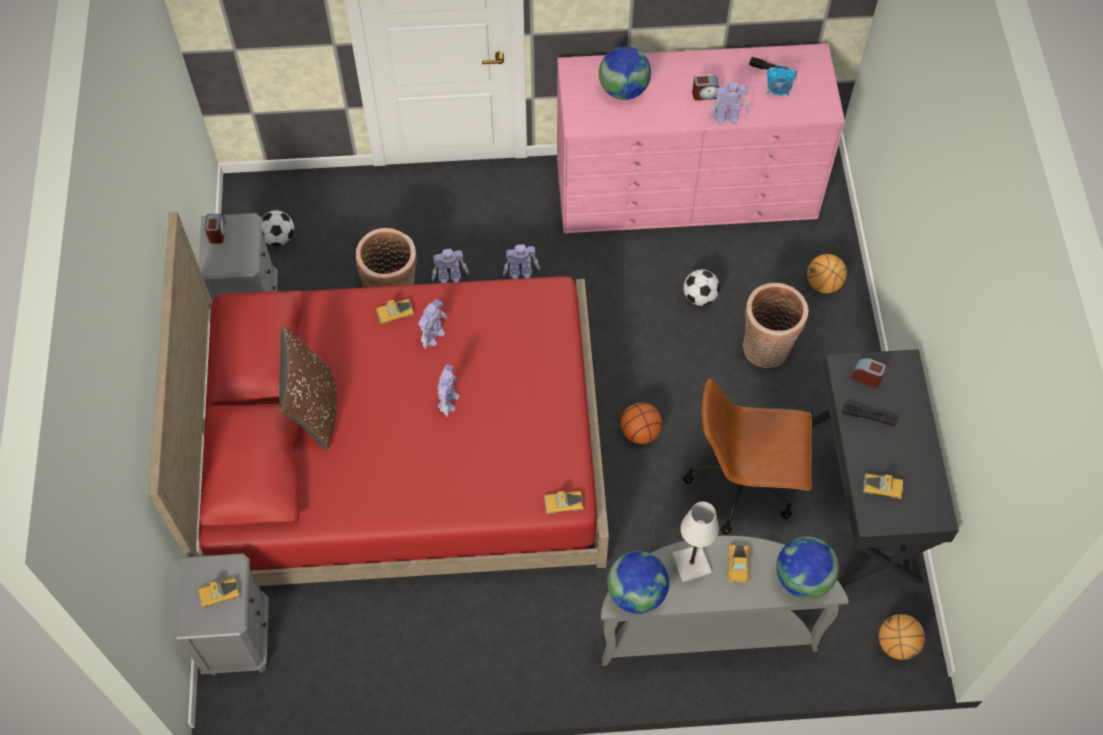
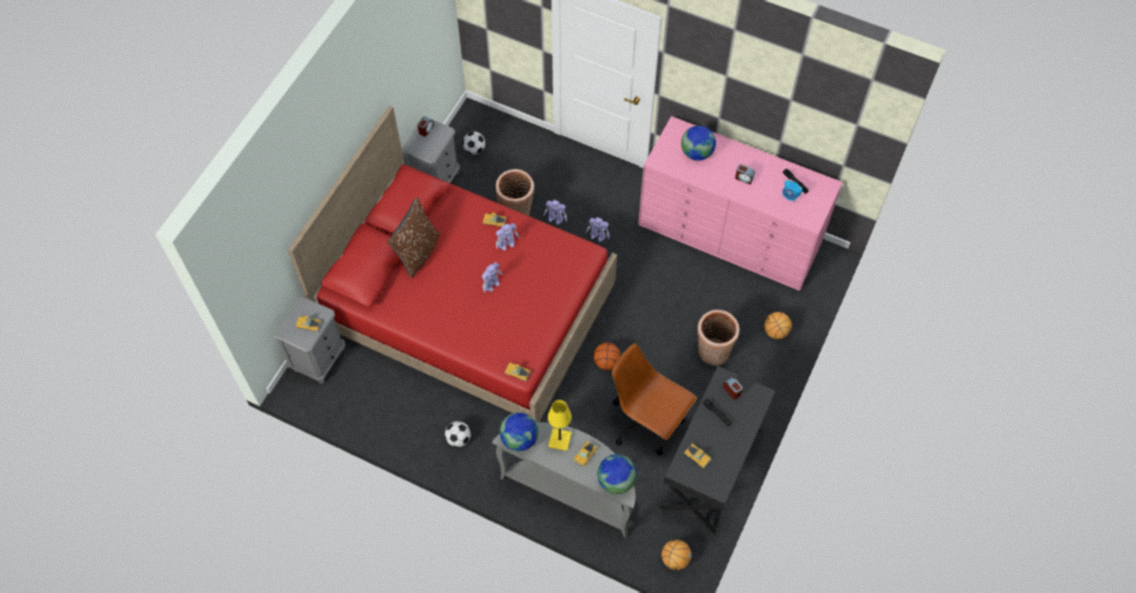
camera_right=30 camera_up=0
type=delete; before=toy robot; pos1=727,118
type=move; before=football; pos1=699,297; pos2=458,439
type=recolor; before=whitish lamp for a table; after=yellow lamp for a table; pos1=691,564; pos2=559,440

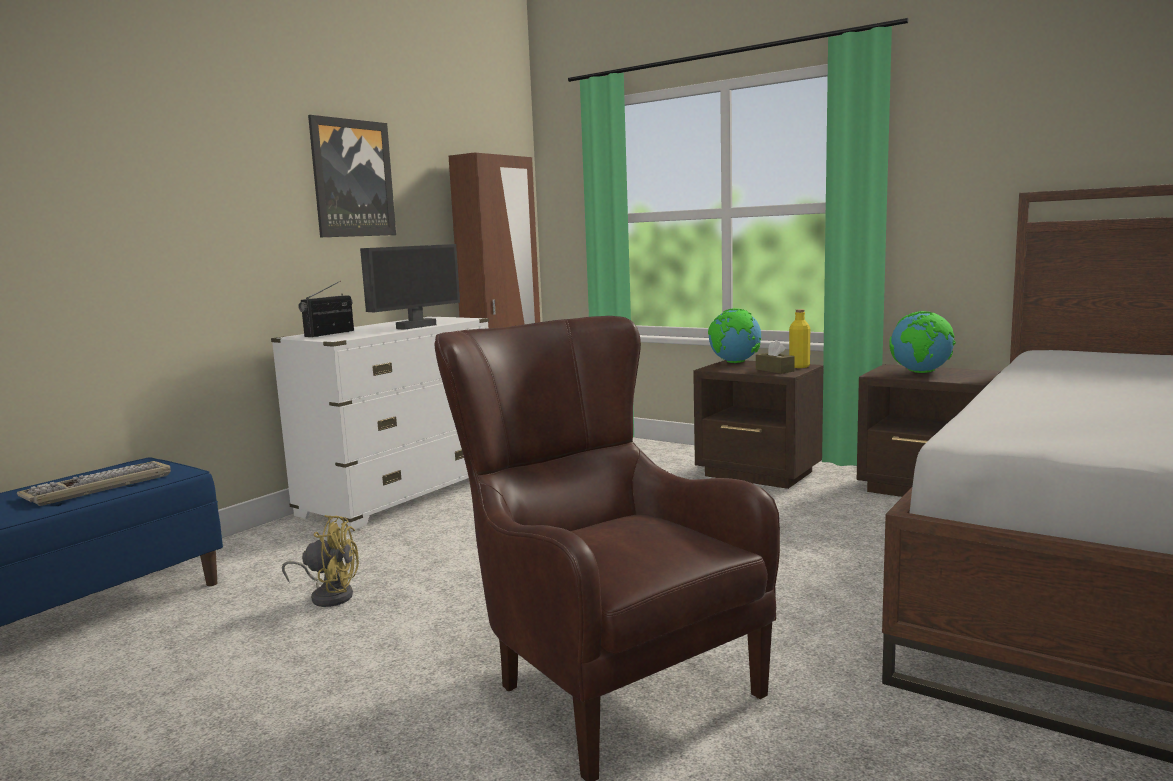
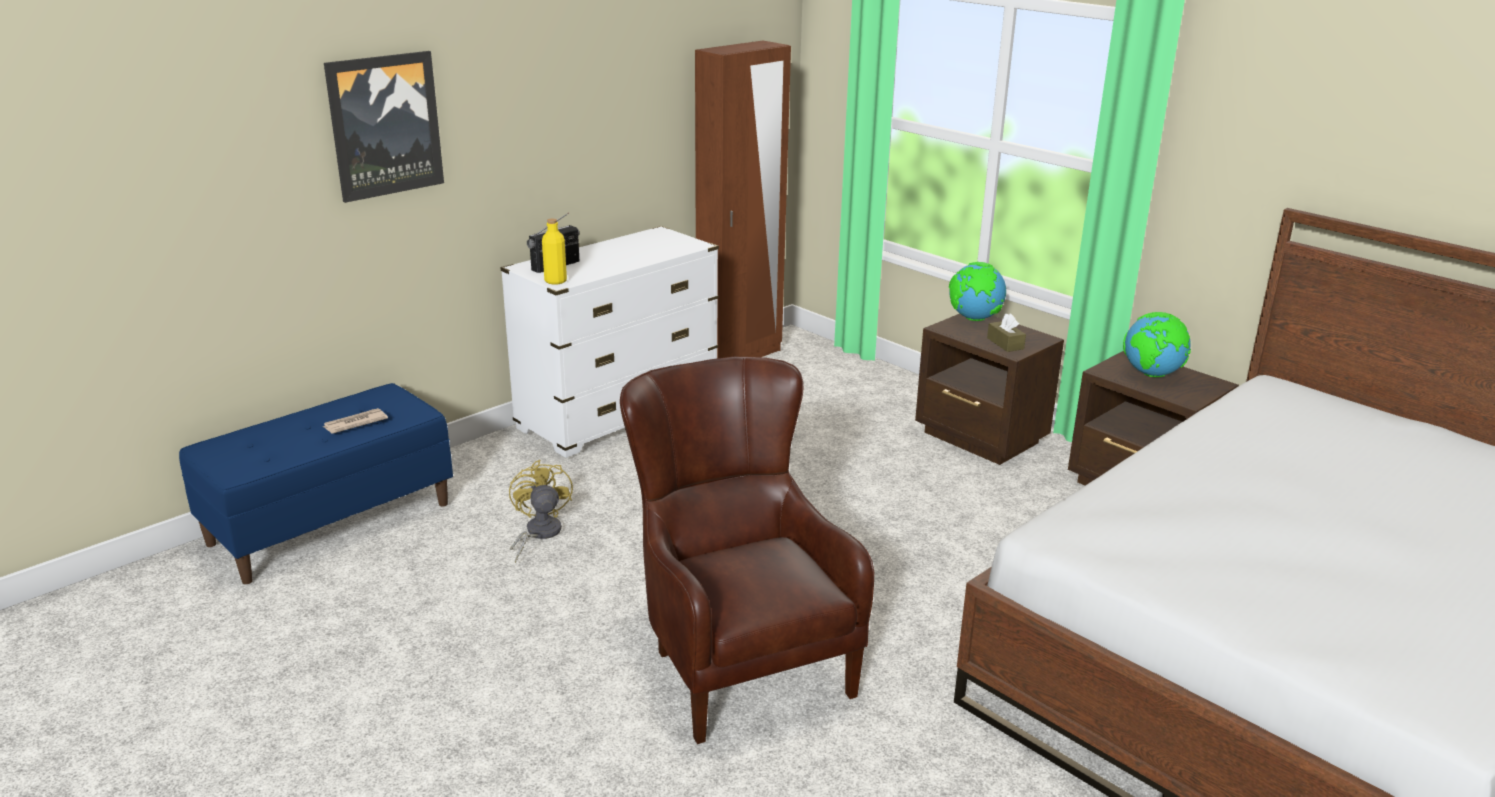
camera_right=10 camera_up=15
type=move; before=wall art; pos1=352,178; pos2=385,125
type=delete; before=monitor; pos1=415,326
type=move; before=yellow beverage bottle; pos1=799,366; pos2=555,281
type=replace; before=keyboard; after=daily paper; pos1=98,487; pos2=354,423
type=rotate; before=yellow cooling fan; pos1=329,595; pos2=538,534; turn=-120

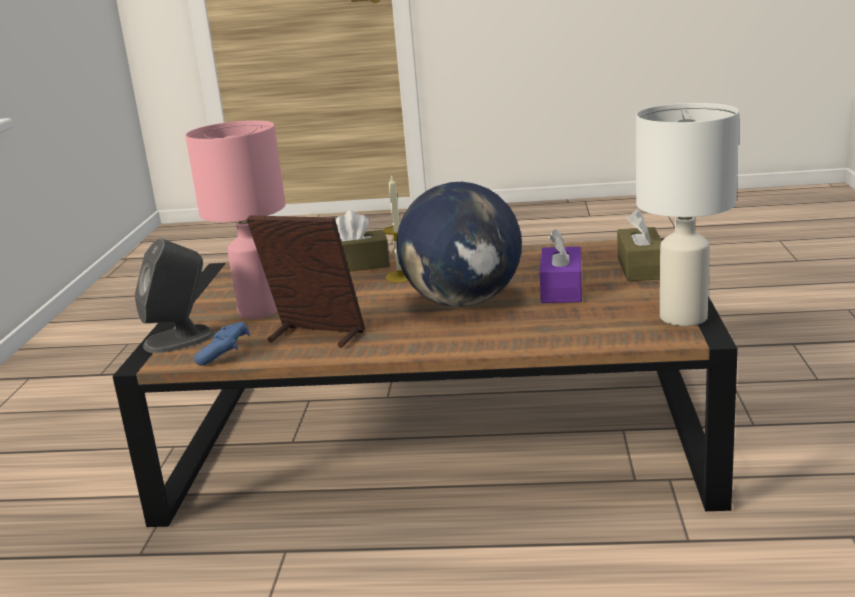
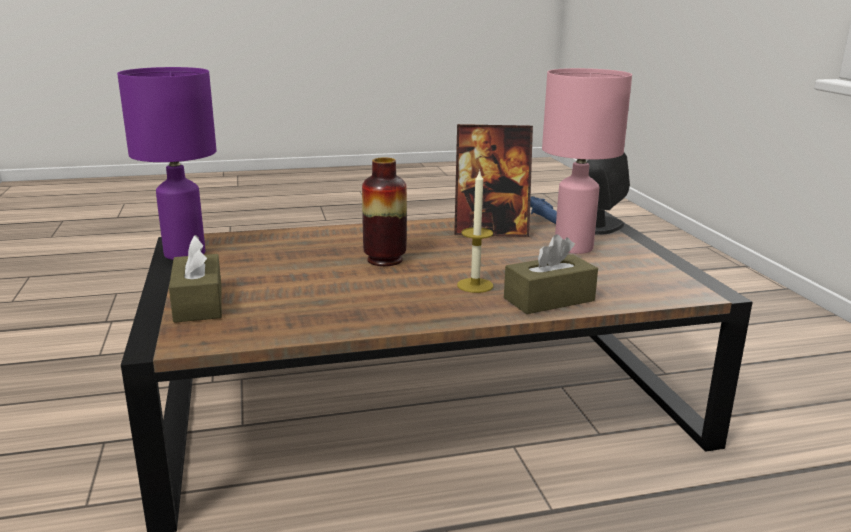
camera_right=160 camera_up=0
type=recolor; before=whitish lamp for a table; after=purplish lamp for a table; pos1=684,316; pos2=183,254
type=replace; before=desk globe; after=vase; pos1=464,302; pos2=385,260
type=delete; before=purplish tissue holder; pos1=561,289

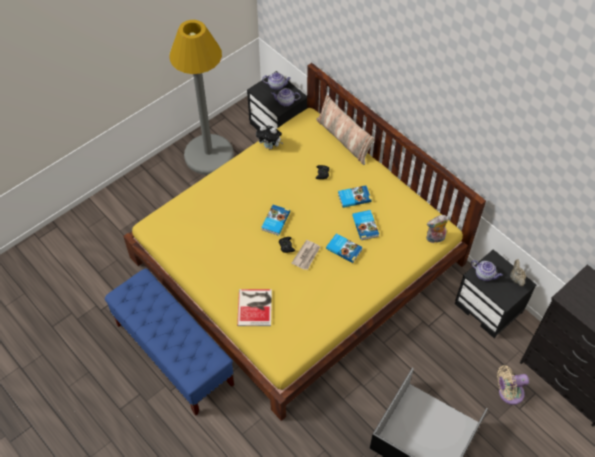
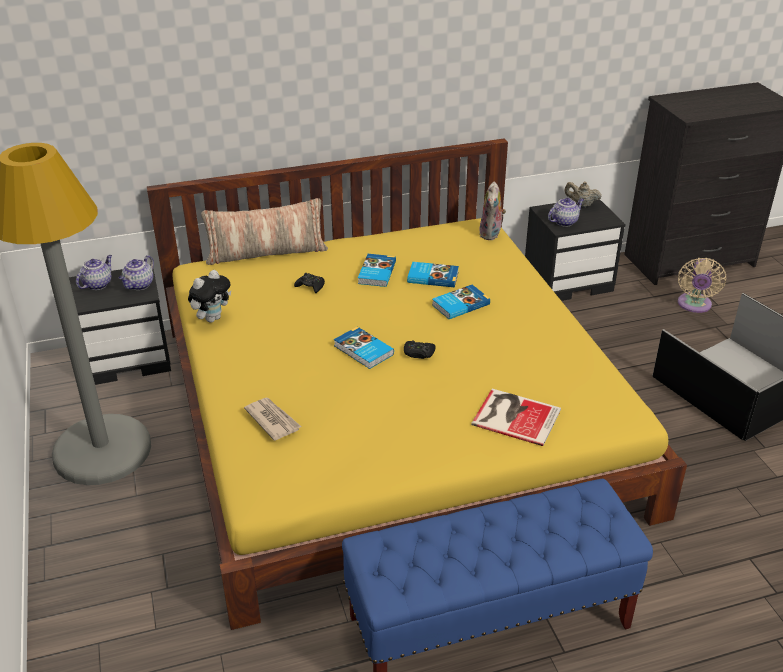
camera_right=-65 camera_up=-20
type=move; before=daily paper; pos1=306,256; pos2=272,420

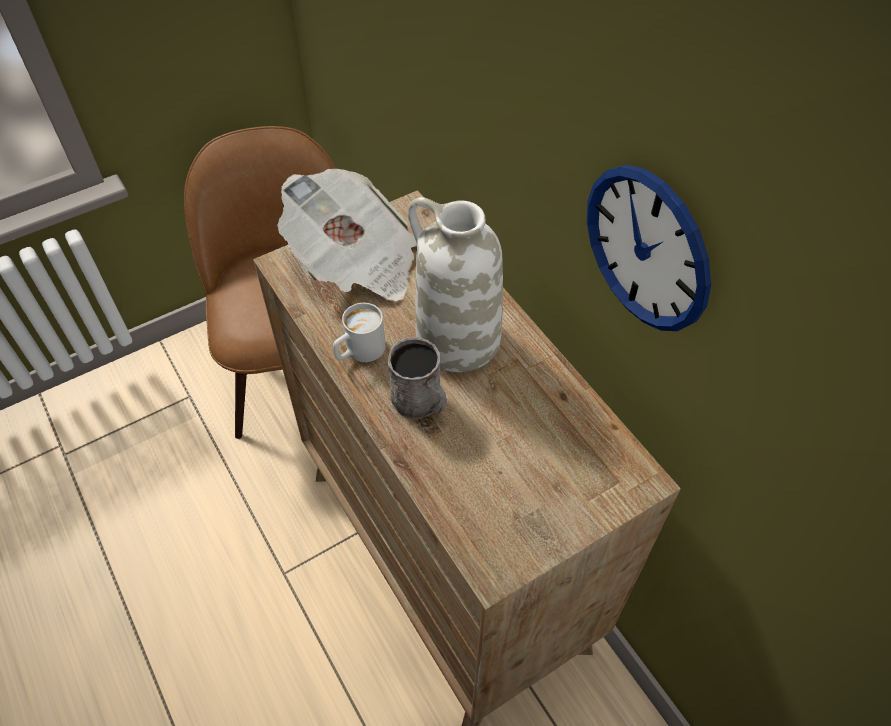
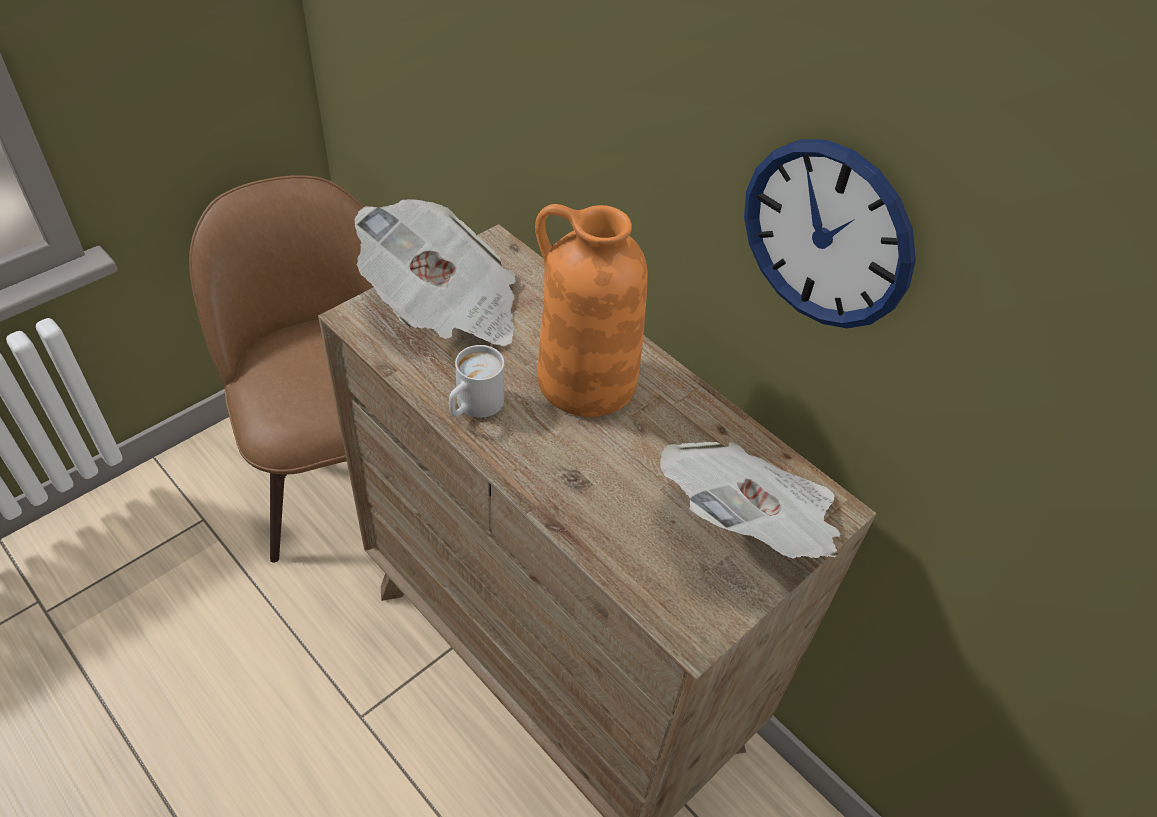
camera_right=-15 camera_up=-5
type=recolor; before=whitish vase; after=orange vase; pos1=456,339; pos2=585,381
type=delete; before=grey coffee mug; pos1=421,402
type=insert; after=daily paper; pos2=749,524

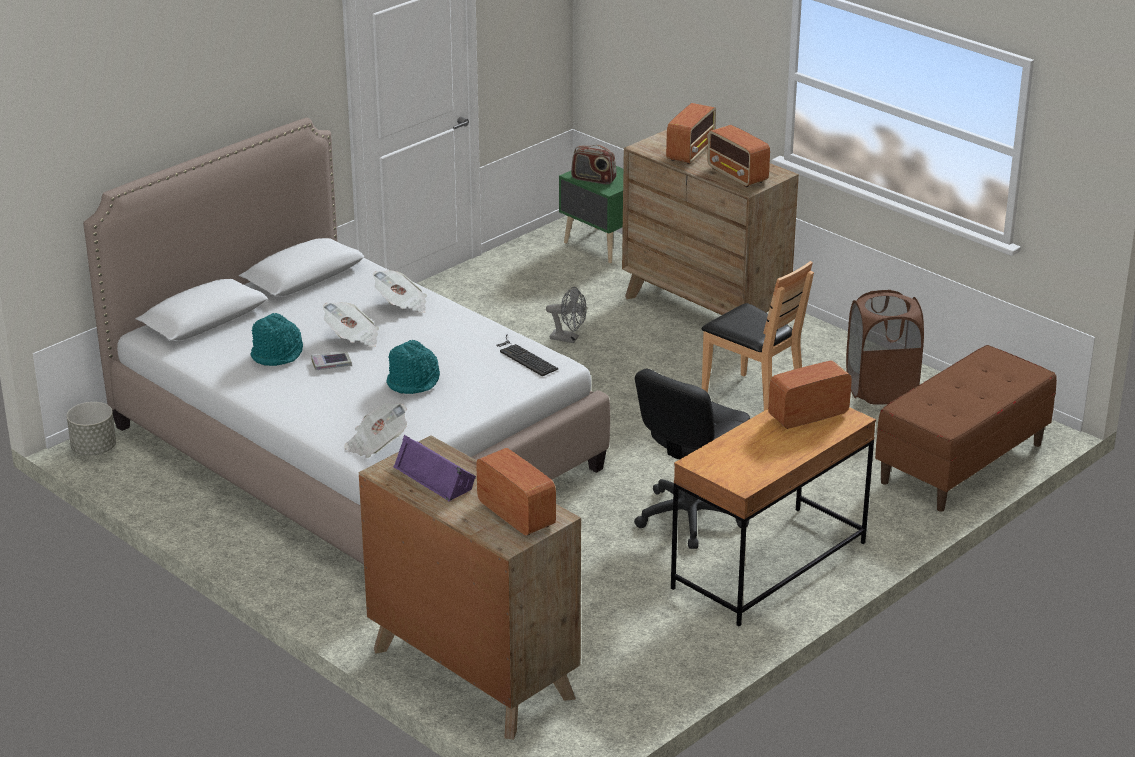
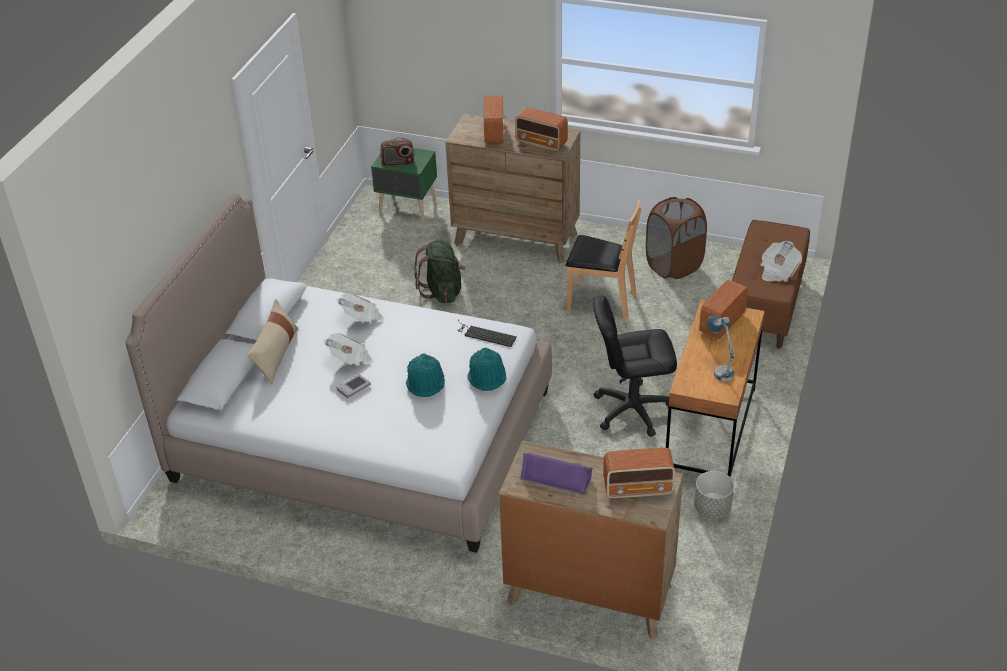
camera_right=-25 camera_up=10
type=replace; before=grey cooling fan; after=greenish knapsack; pos1=568,338; pos2=442,291
type=move; before=turquoise-coloured hat; pos1=277,354; pos2=487,377
type=rotate; before=black desk chair; pos1=690,516; pos2=632,409; turn=75
type=move; before=grey planter; pos1=94,449; pos2=712,508
type=move; before=daily paper; pos1=376,444; pos2=778,271
type=rotate; before=radio set; pos1=515,514; pos2=638,488; turn=150
type=insert; after=beige-coloured throw pillow; pos2=276,354
type=insert; after=lamp for a table; pos2=719,368

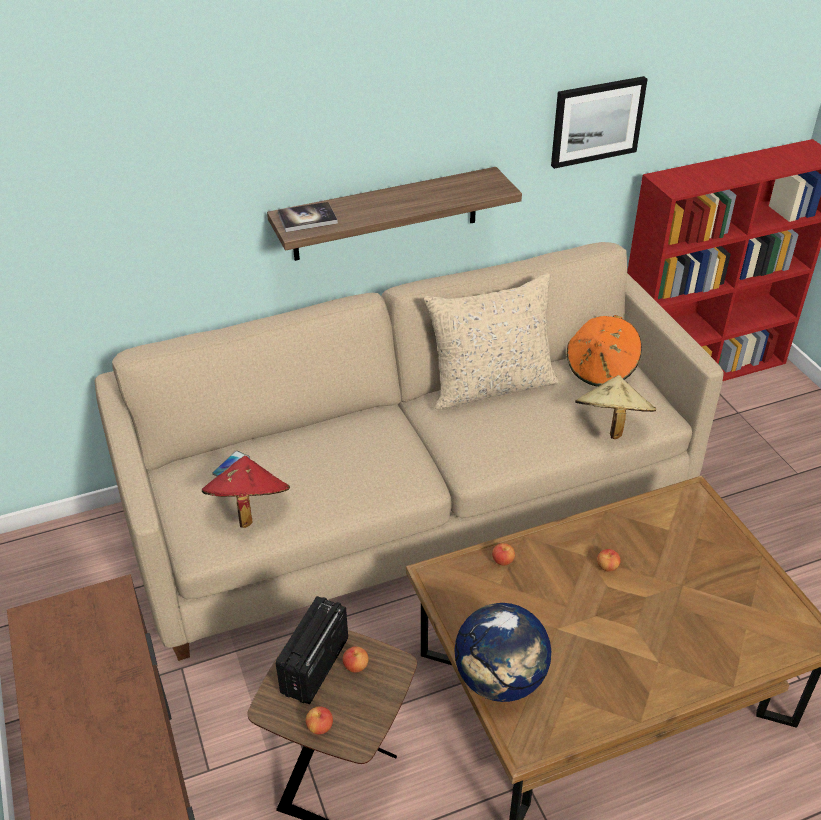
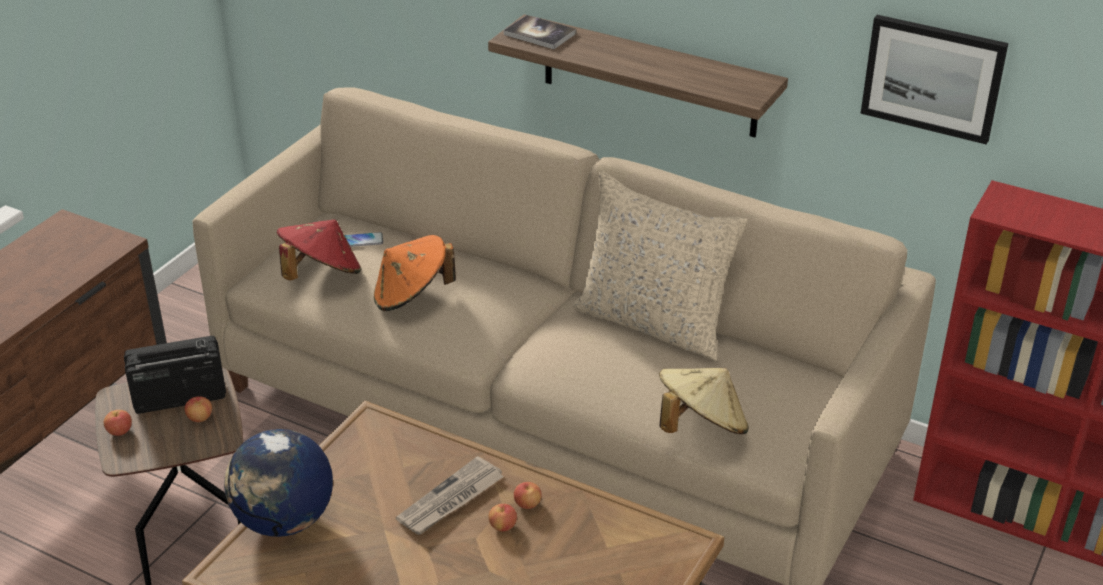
camera_right=50 camera_up=-5
type=move; before=orange hat; pos1=601,369; pos2=412,296
type=move; before=apple fruit; pos1=503,561; pos2=527,504
type=insert; after=daily paper; pos2=450,500

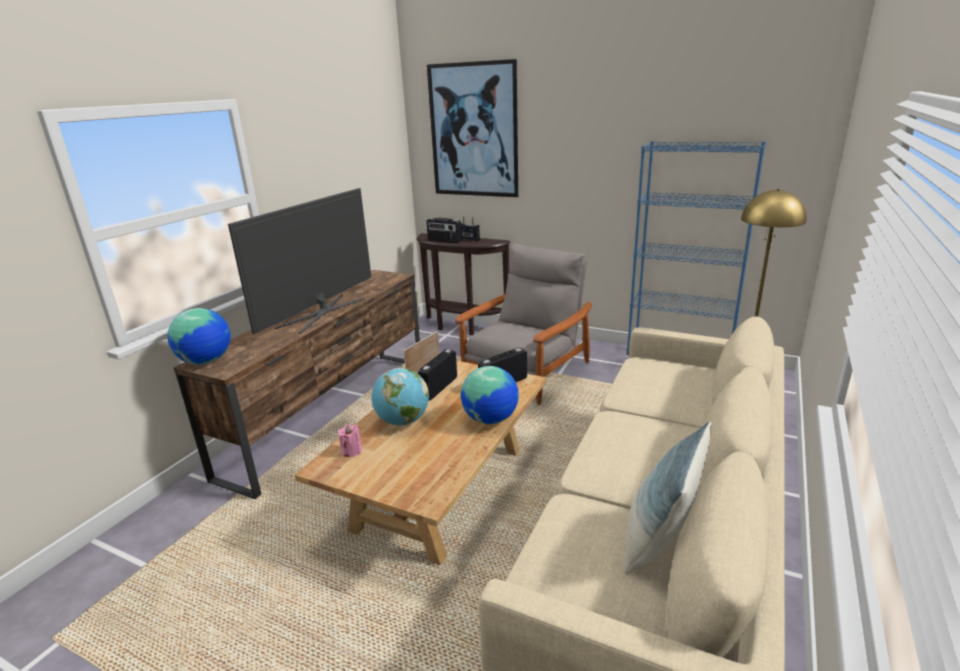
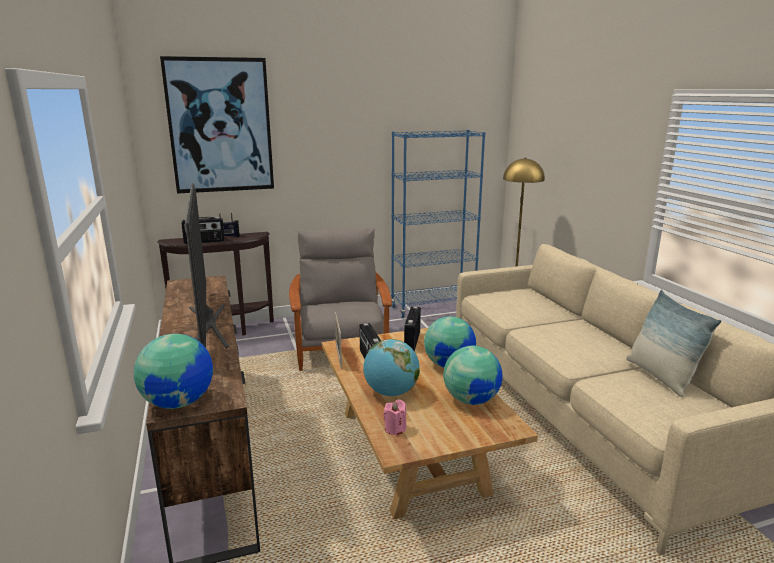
camera_right=-45 camera_up=-5
type=insert; after=desk globe; pos2=471,400

